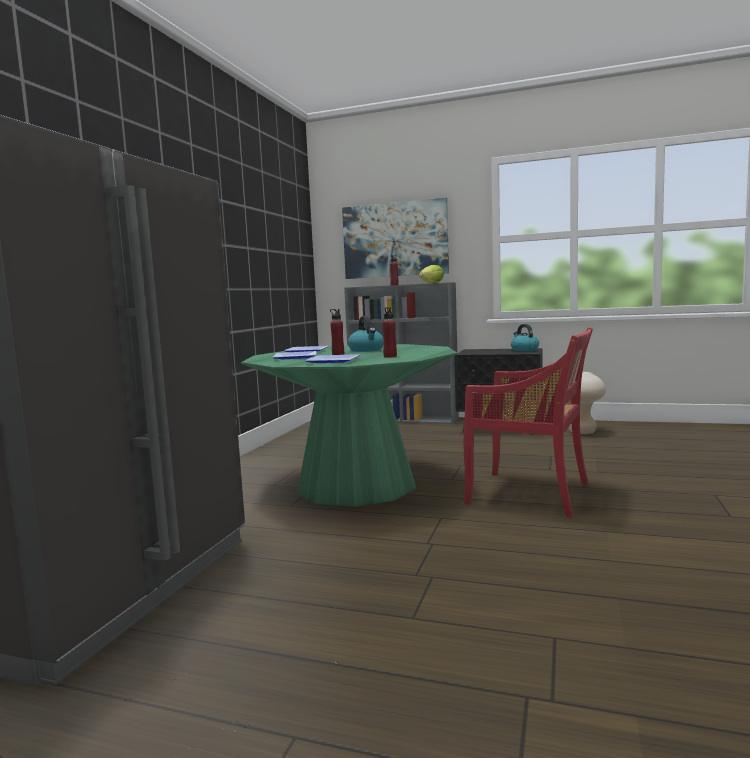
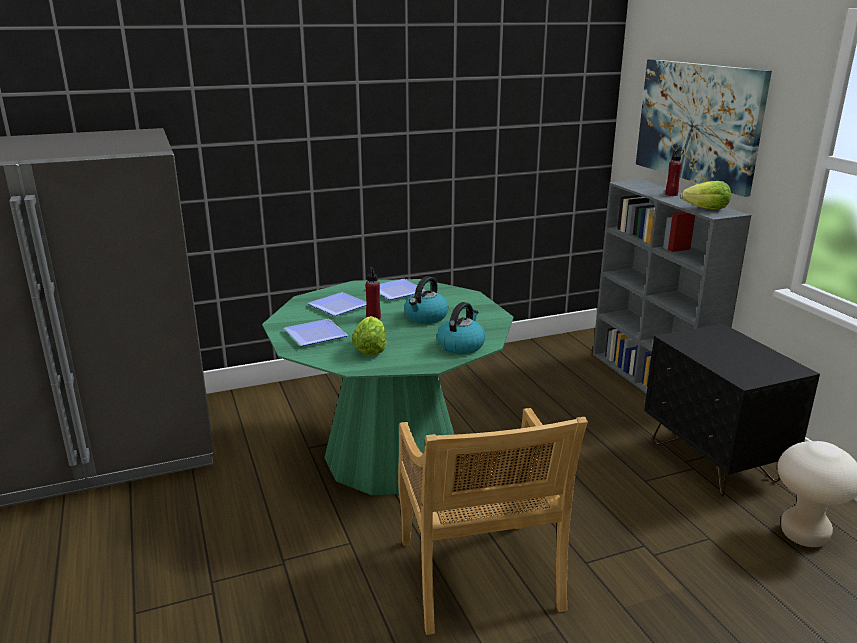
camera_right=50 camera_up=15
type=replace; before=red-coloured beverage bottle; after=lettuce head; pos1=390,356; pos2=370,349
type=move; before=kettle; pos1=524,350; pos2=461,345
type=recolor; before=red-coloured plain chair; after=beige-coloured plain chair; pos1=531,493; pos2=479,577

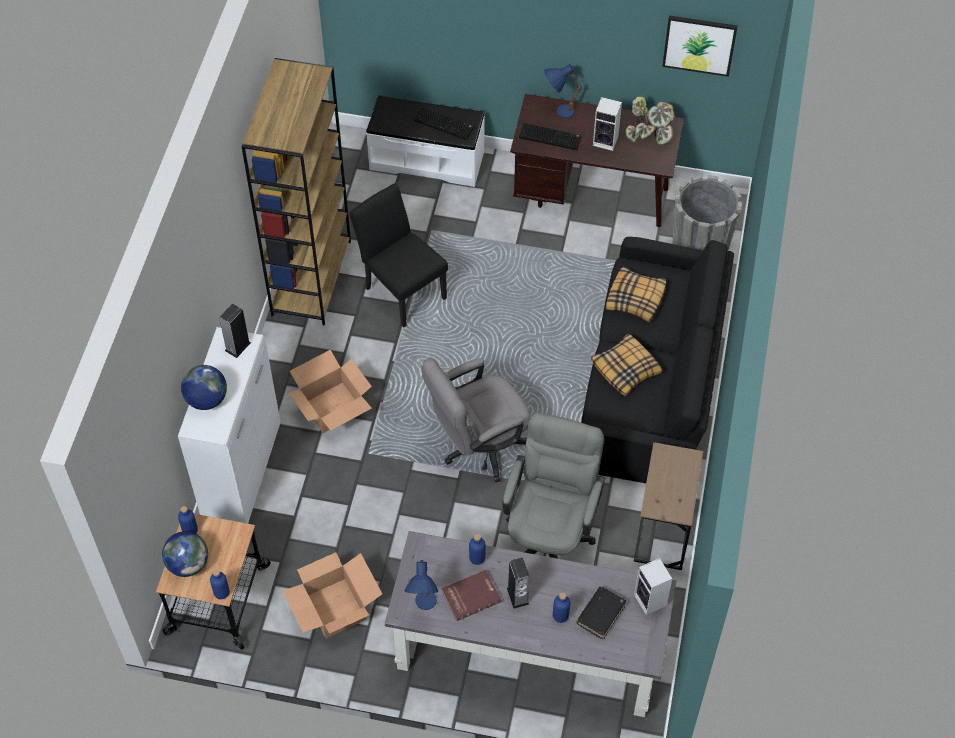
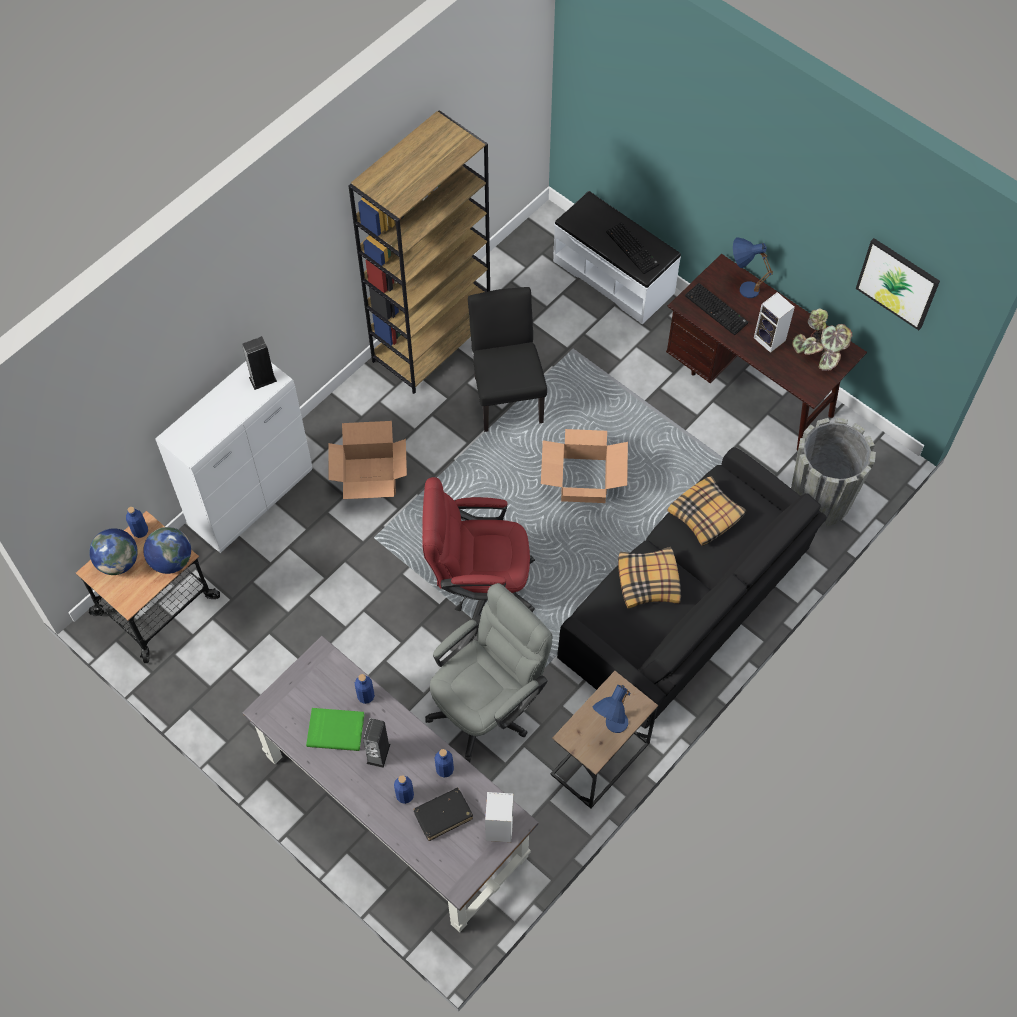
camera_right=30 camera_up=5
type=recolor; before=grey desk chair; after=red-coloured desk chair; pos1=479,447; pos2=478,584
type=move; before=desk globe; pos1=206,399; pos2=171,560
type=move; before=packing box; pos1=335,609; pos2=583,481
type=move; before=blue-coloured lamp for a table; pos1=424,607; pos2=611,728
type=move; before=blue-coloured beverage bottle; pos1=221,592; pos2=444,769
type=recolor; before=red-coloured book; after=greenish book; pos1=470,595; pos2=336,729

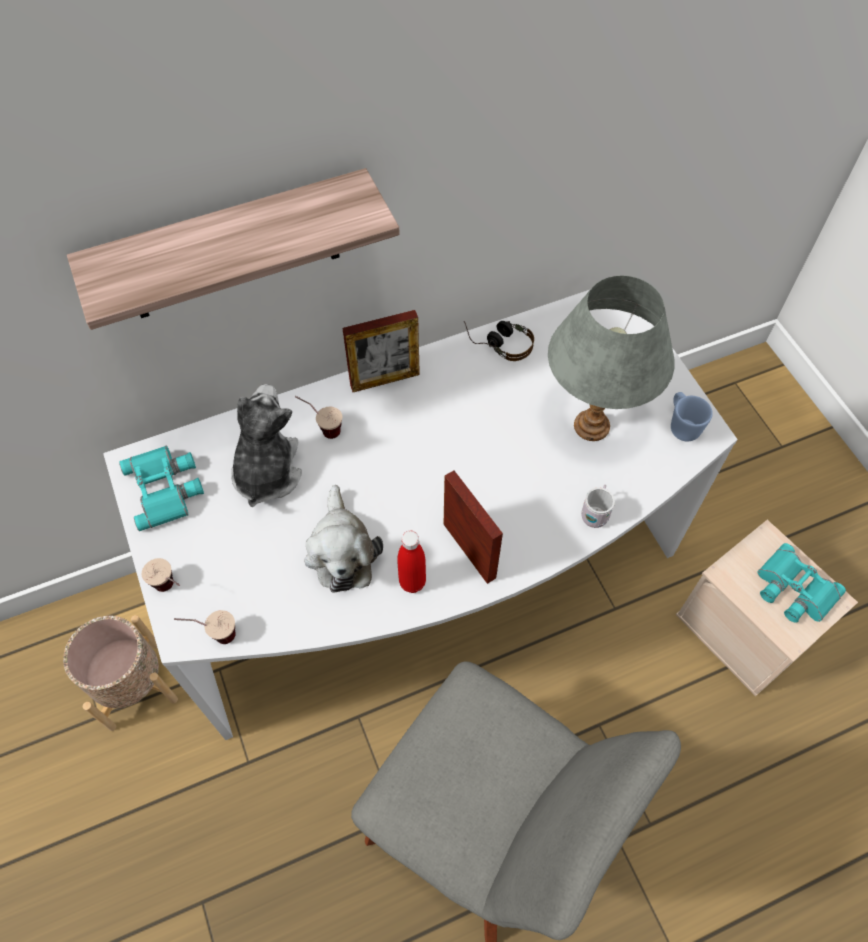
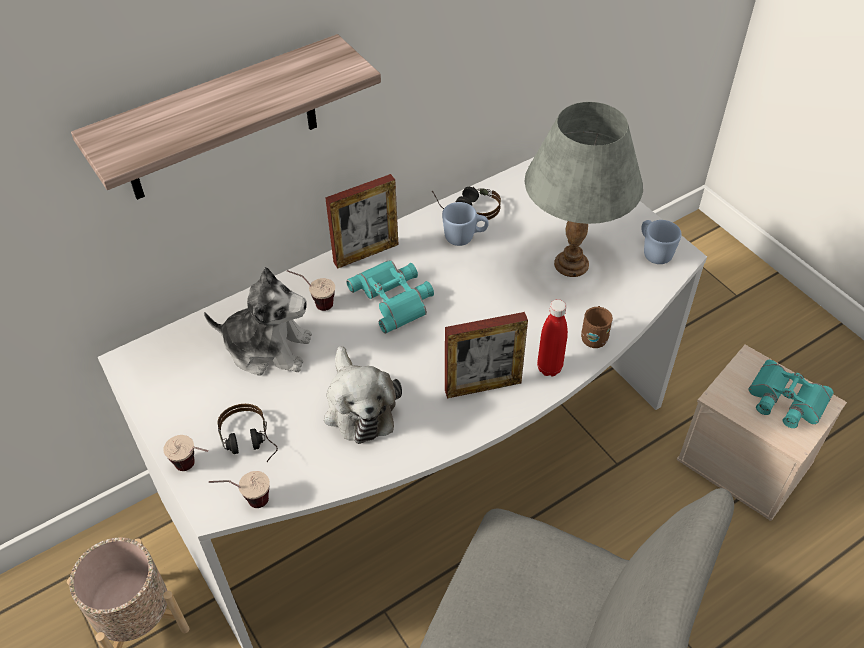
camera_right=-10 camera_up=-10
type=rotate; before=soft toy; pos1=266,471; pos2=268,348; turn=105
type=move; before=turquoise-coloured pair of binoculars; pos1=166,488; pos2=395,298
type=rotate; before=picture frame; pos1=469,550; pos2=483,386; turn=120
type=recolor; before=whitish coffee mug; after=brownish coffee mug; pos1=595,513; pos2=594,336
type=move; before=red-coloured beverage bottle; pos1=412,582; pos2=549,368
type=insert; after=blue-coloured coffee mug; pos2=464,238
type=insert; after=headset; pos2=249,445

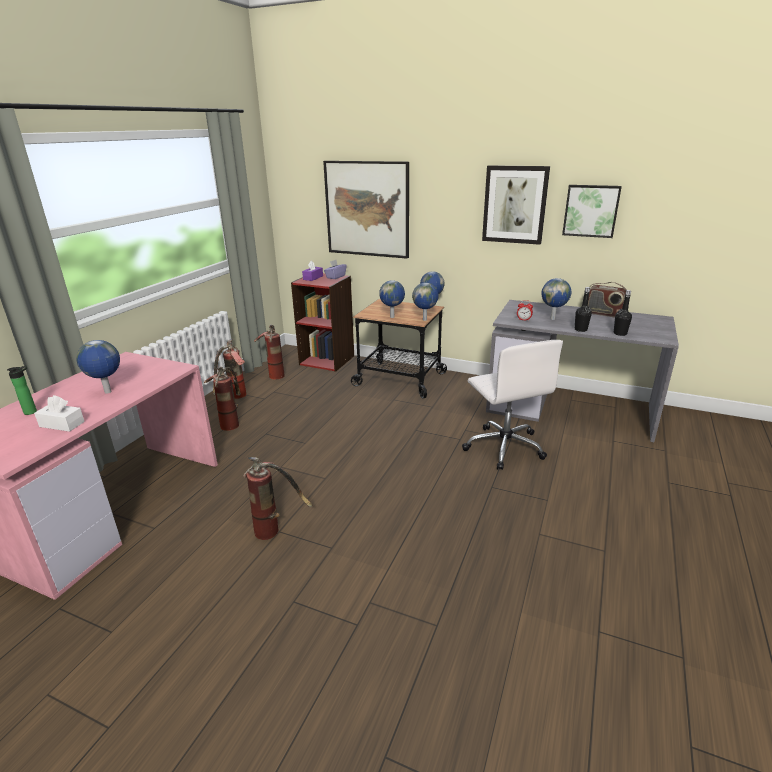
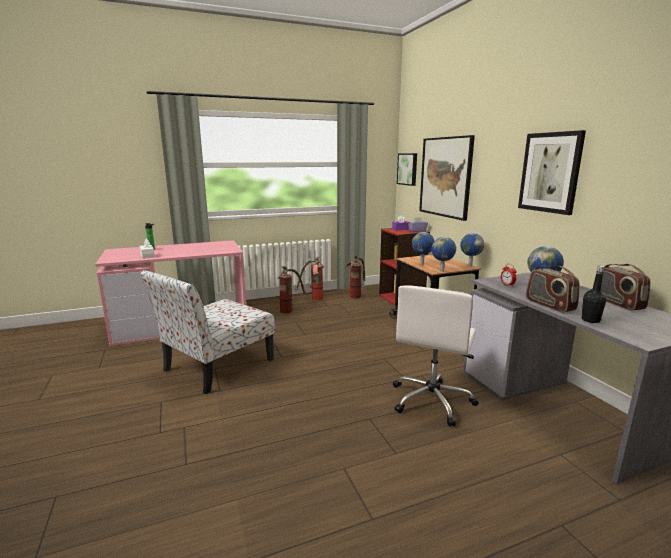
camera_right=45 camera_up=-10
type=move; before=wall art; pos1=591,210; pos2=408,169
type=replace; before=black beverage bottle; after=radio set; pos1=580,329; pos2=549,305
type=delete; before=desk globe; pos1=108,392
type=replace; before=extinguisher; after=plain chair; pos1=276,527; pos2=217,366

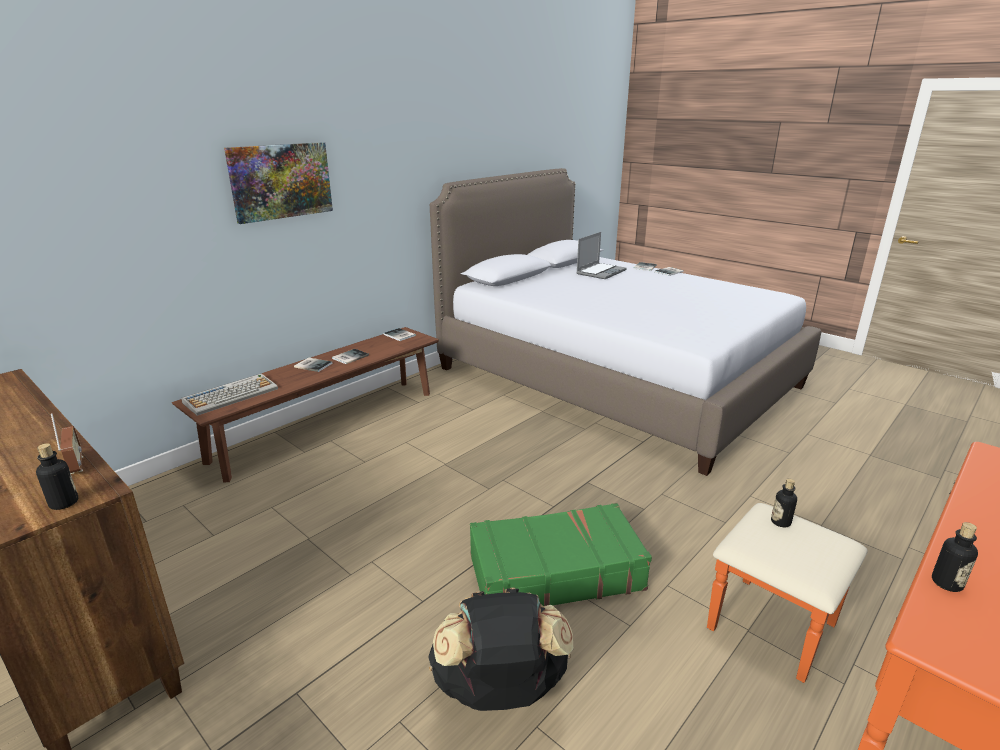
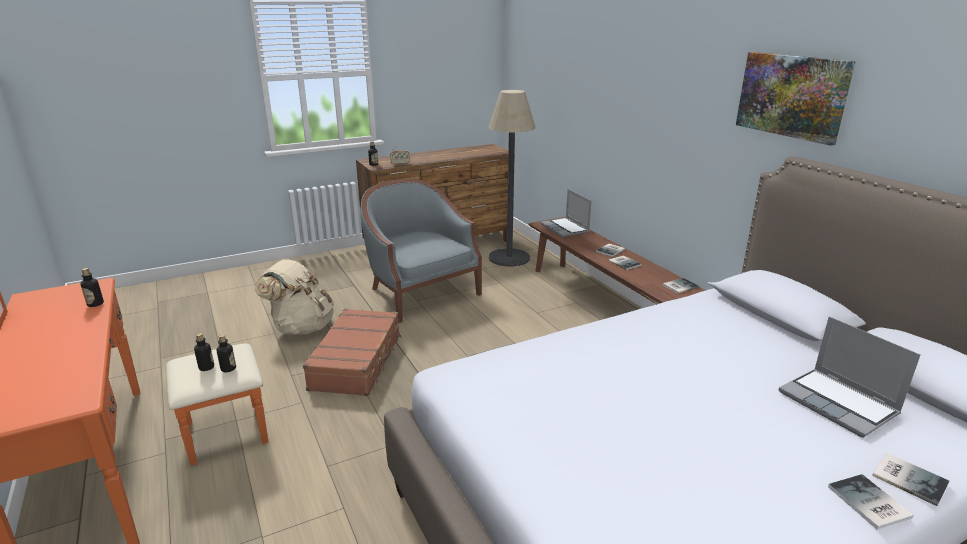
camera_right=110 camera_up=0
type=move; before=wall art; pos1=281,181; pos2=791,96
type=replace; before=keyboard; after=portable computer; pos1=231,395; pos2=565,228
type=recolor; before=greenish piece of luggage; after=brownish piece of luggage; pos1=554,572; pos2=357,361
type=recolor; before=black knapsack; after=beige-coloured knapsack; pos1=500,691; pos2=301,327
type=insert; after=standard lamp; pos2=509,258
type=insert; after=grey lounge chair; pos2=420,294
type=insert; after=beverage bottle; pos2=206,367

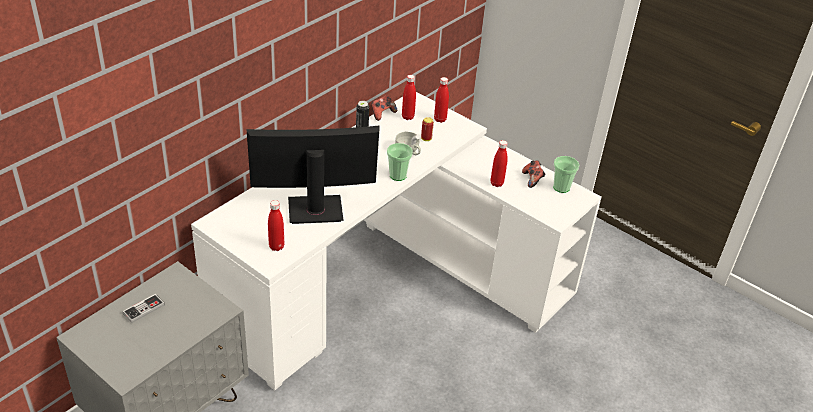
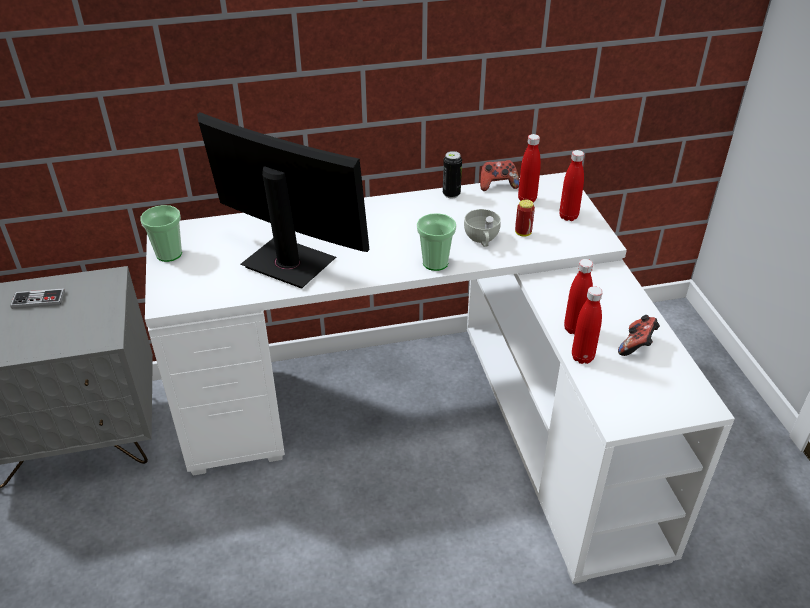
camera_right=40 camera_up=0
type=move; before=small cup; pos1=561,187; pos2=169,254
type=move; before=red-coloured beverage bottle; pos1=276,246; pos2=582,357

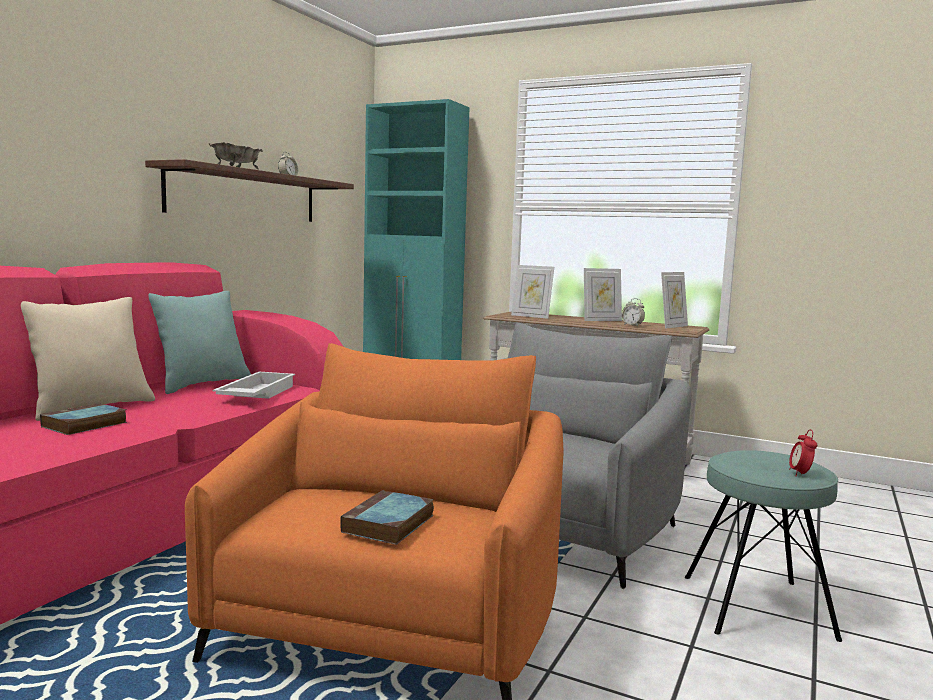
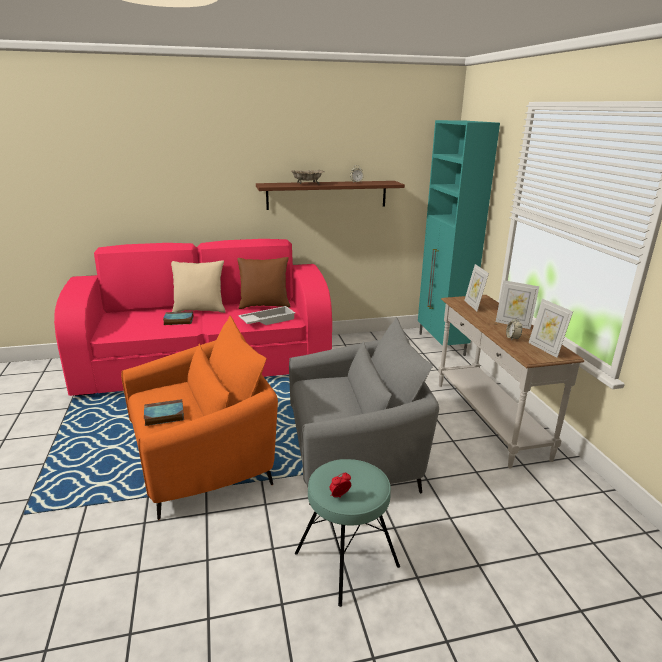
camera_right=50 camera_up=15
type=rotate; before=picture frame; pos1=672,326; pos2=545,349; turn=60
type=recolor; before=turquoise-coloured throw pillow; after=brownish throw pillow; pos1=201,384; pos2=264,305

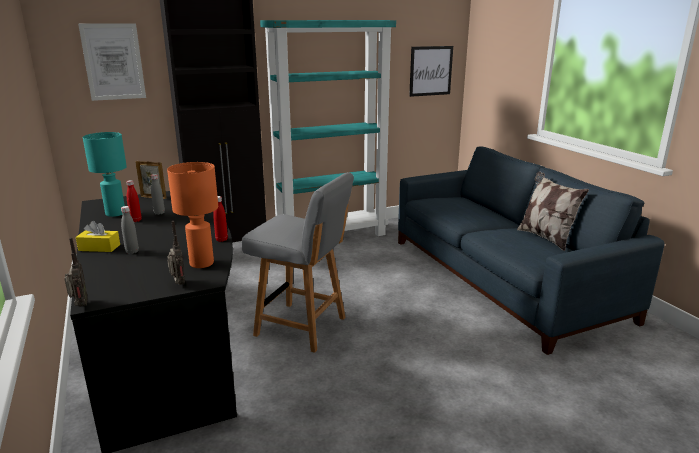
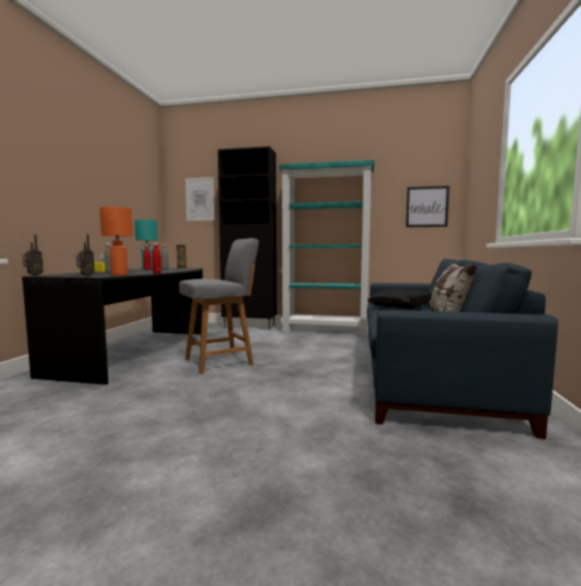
camera_right=35 camera_up=-15
type=rotate; before=grey plain chair; pos1=302,327; pos2=220,361; turn=-90
type=insert; after=black throw pillow; pos2=402,306

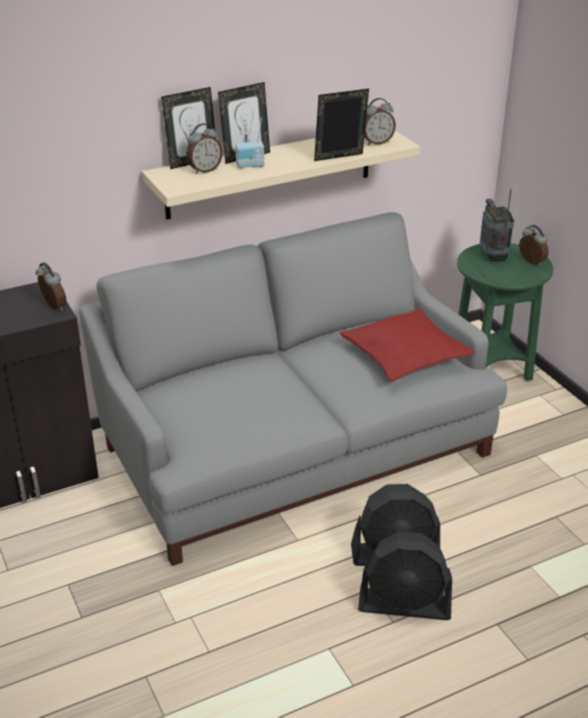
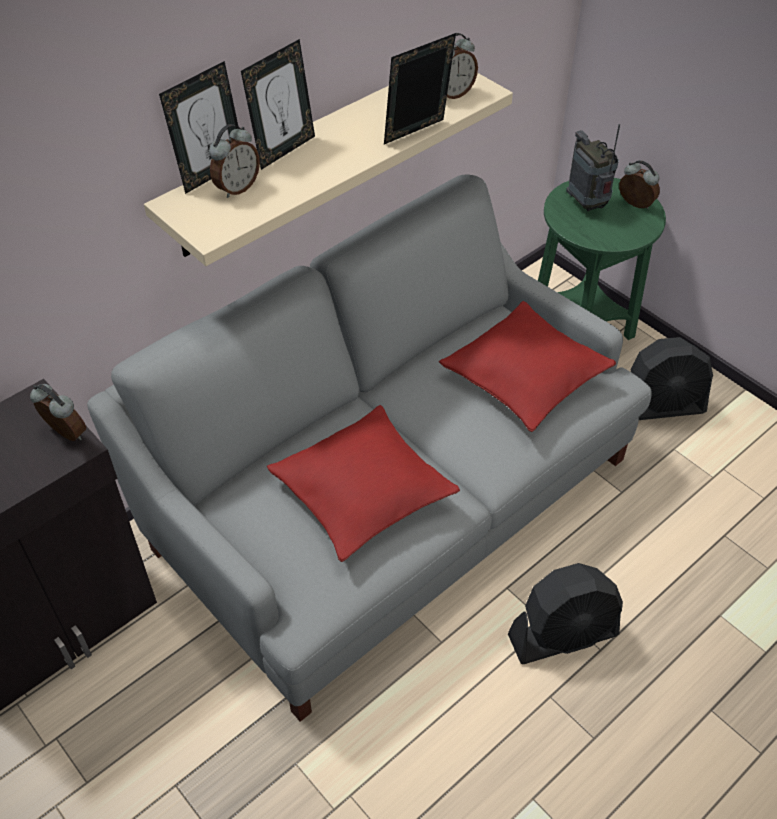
camera_right=-15 camera_up=15
type=delete; before=radio set; pos1=250,166
type=move; before=black cooling fan; pos1=405,605; pos2=659,407
type=insert; after=red-coloured throw pillow; pos2=362,491

